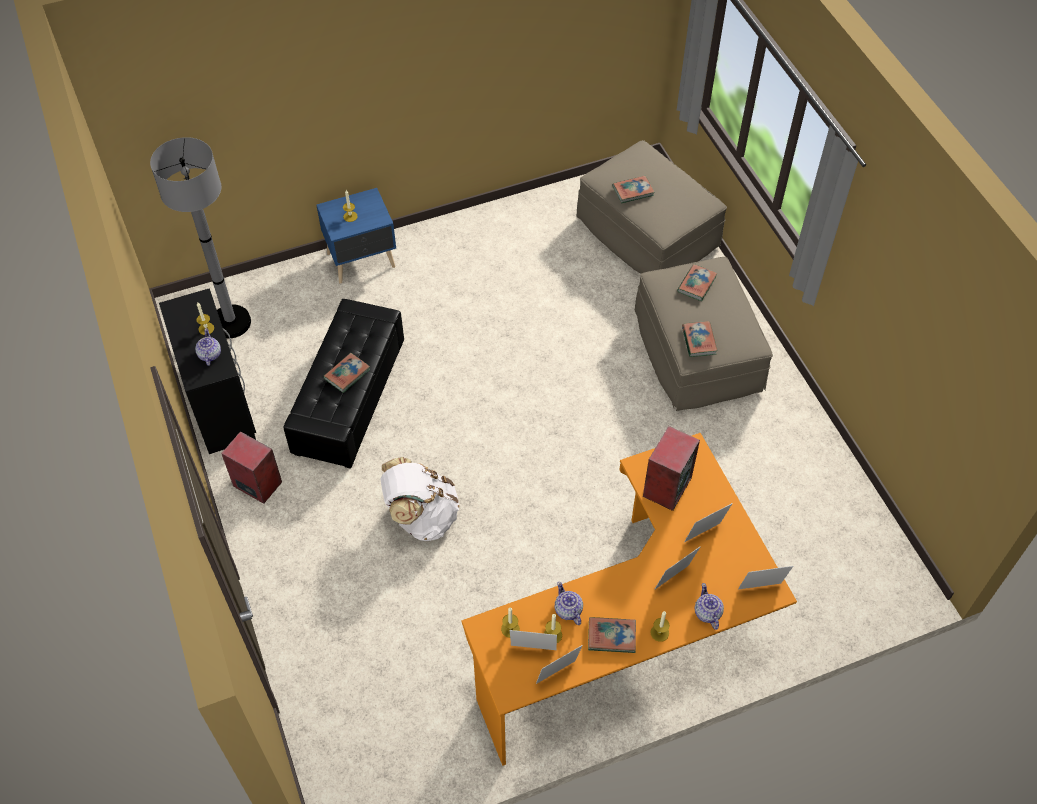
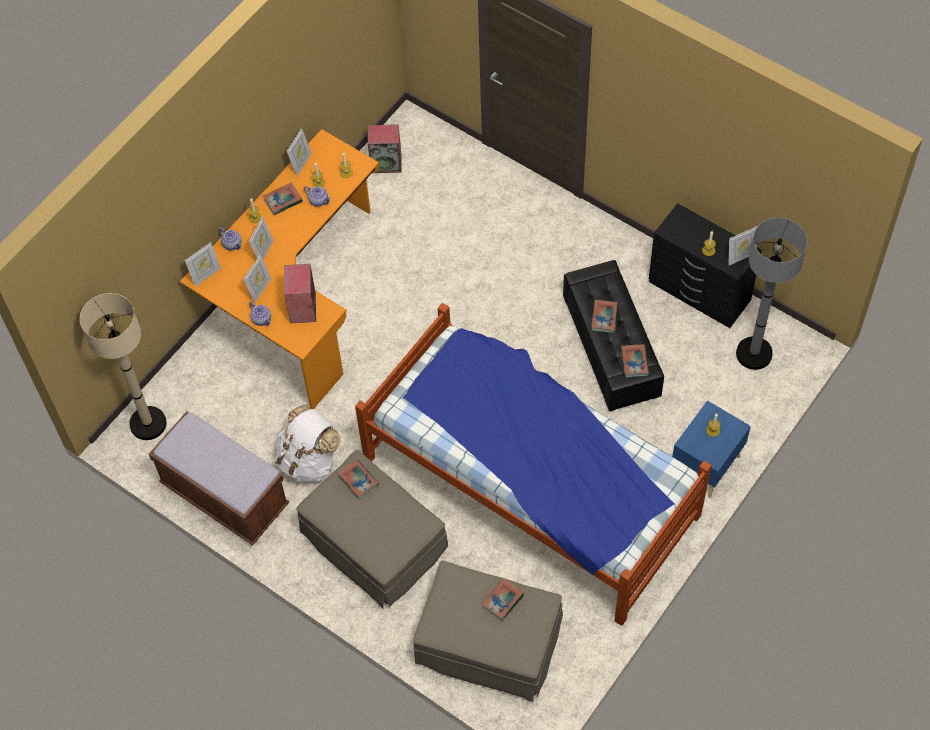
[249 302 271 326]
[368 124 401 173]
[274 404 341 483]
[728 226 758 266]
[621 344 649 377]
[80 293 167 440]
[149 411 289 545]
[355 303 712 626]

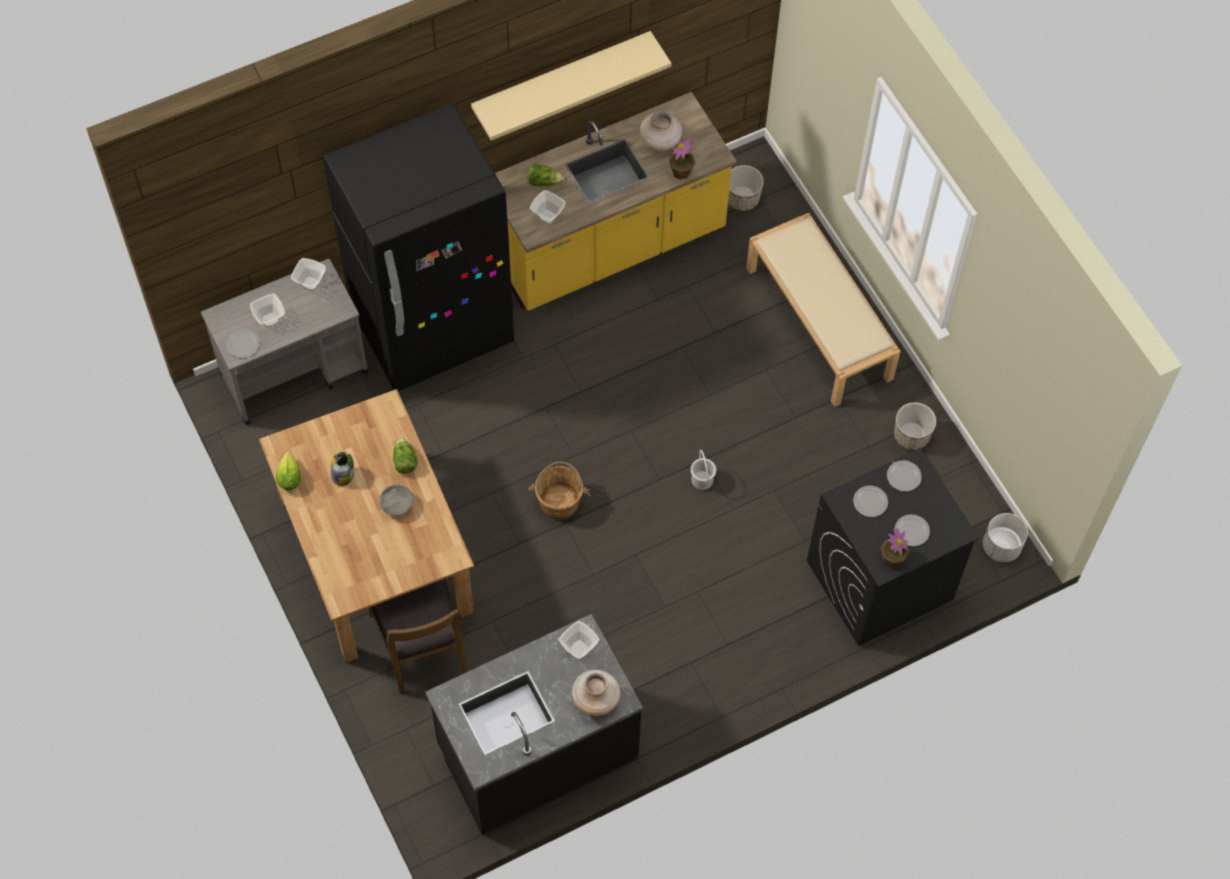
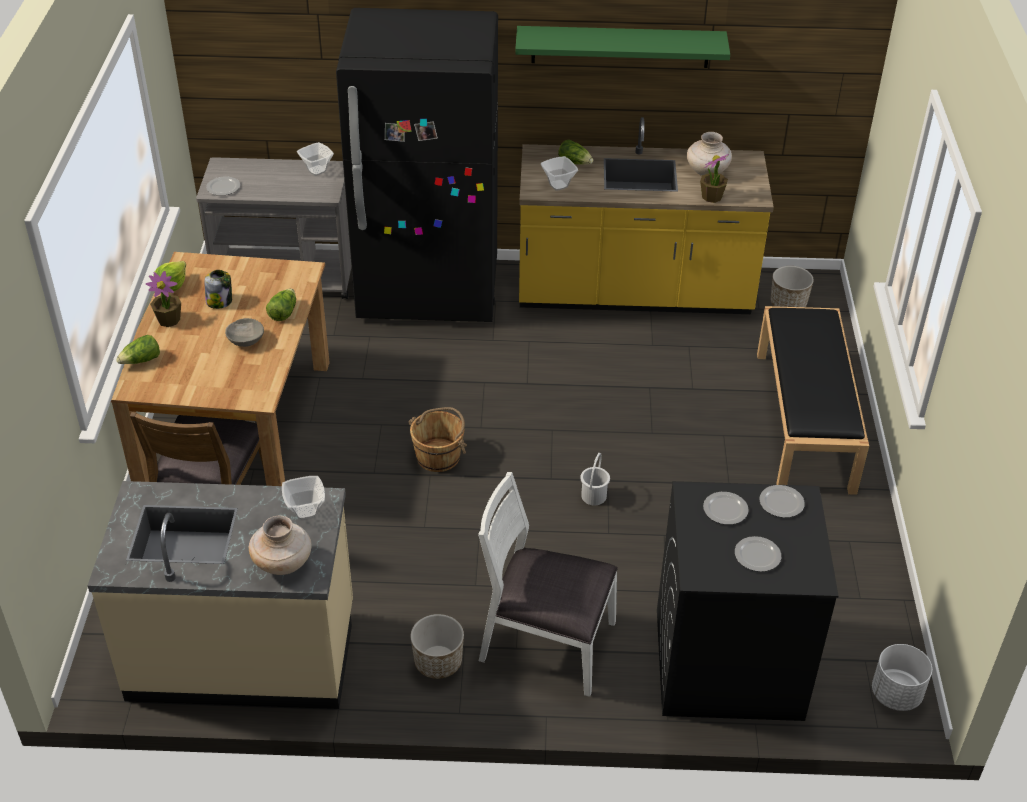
[250 294 285 327] (first image)
[88 481 353 709]
[515 26 730 68]
[757 306 869 495]
[146 271 181 327]
[410 614 464 679]
[116 335 160 364]
[478 472 618 697]

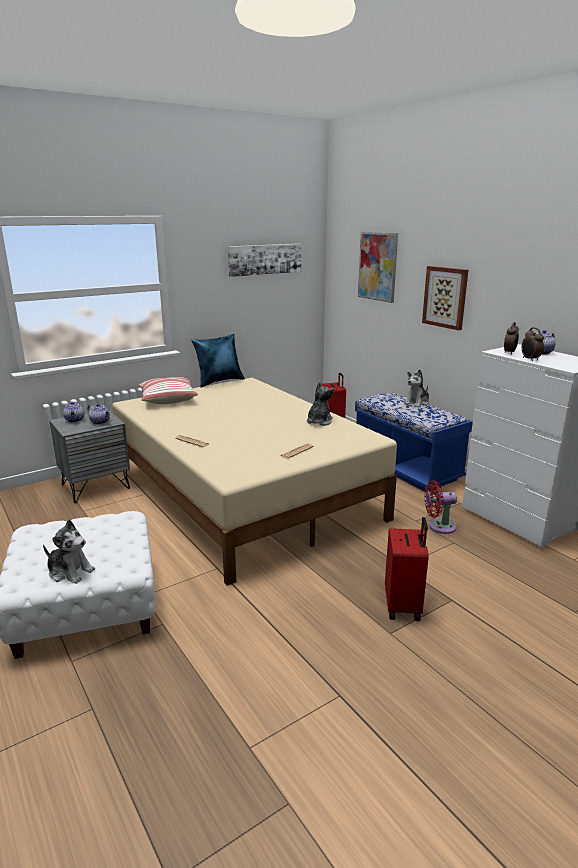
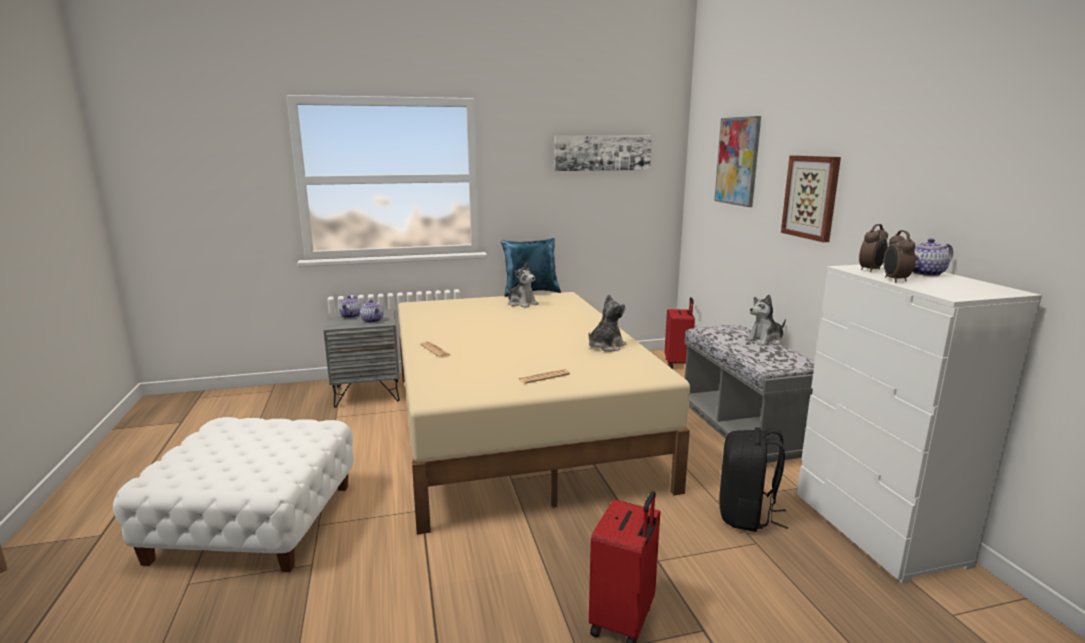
[507 263 539 308]
[138 377 198 404] (first image)
[684 325 815 463]
[719 427 788 532]

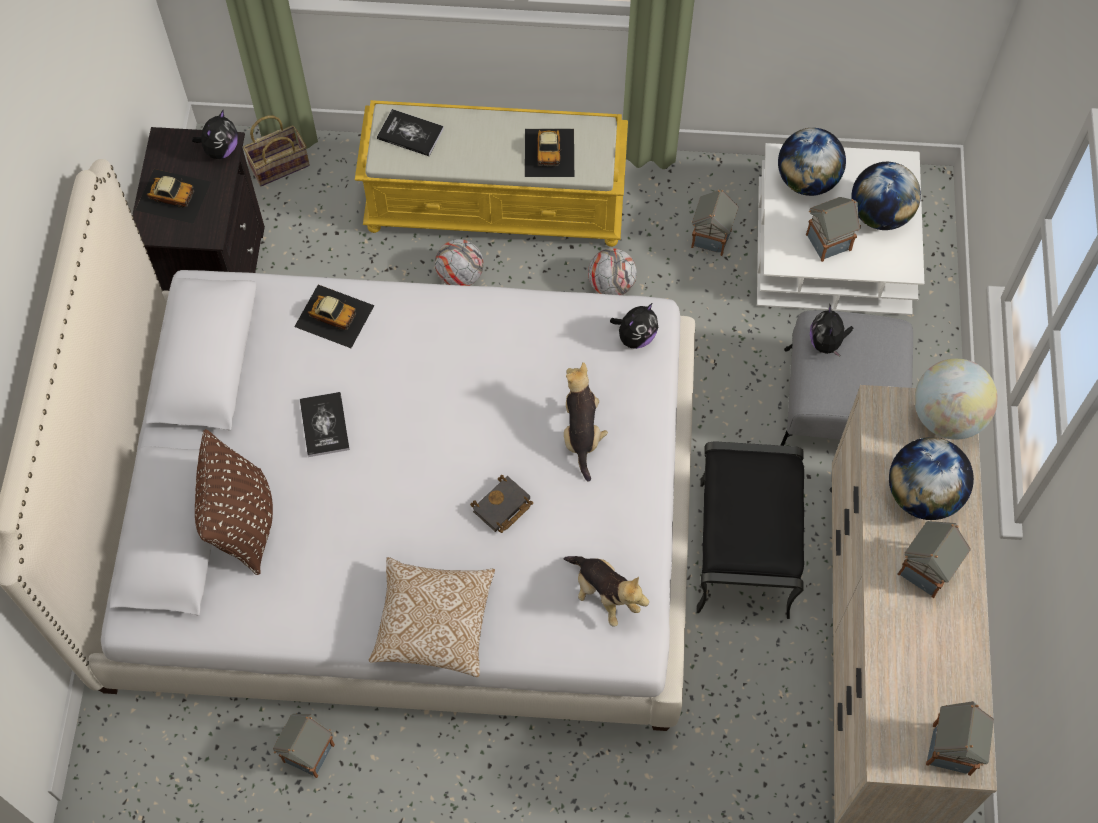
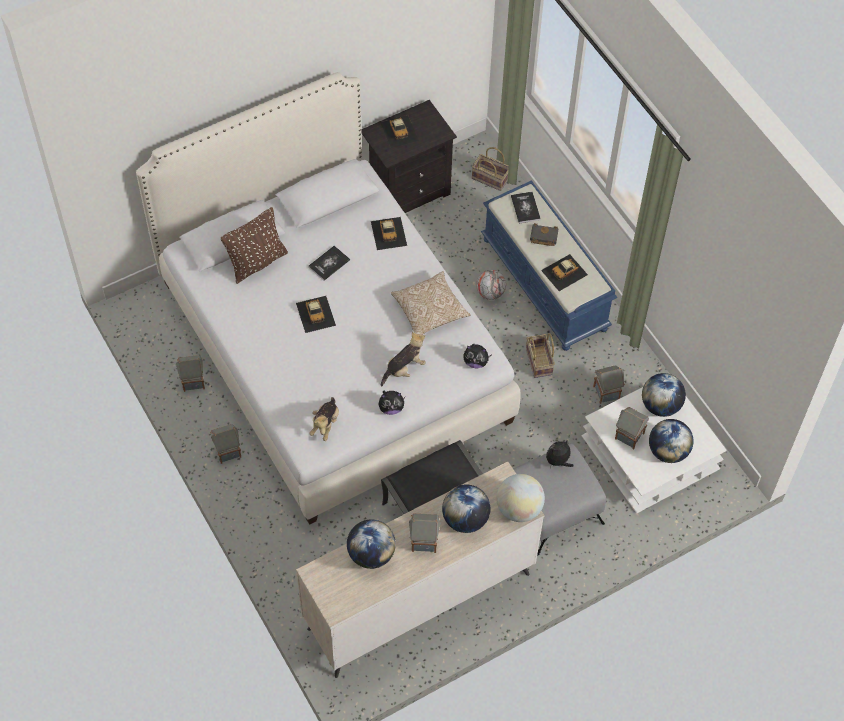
[378 391 405 415]
[481 180 617 351]
[391 271 471 335]
[530 223 559 246]
[526 333 555 378]
[210 424 241 464]
[296 296 336 333]
[347 520 396 569]

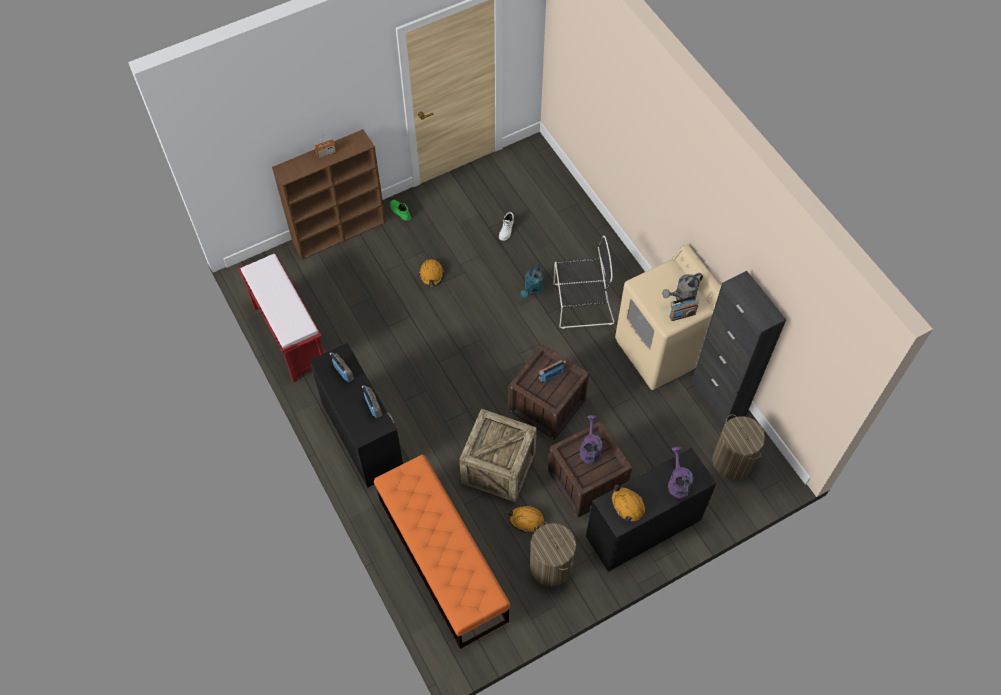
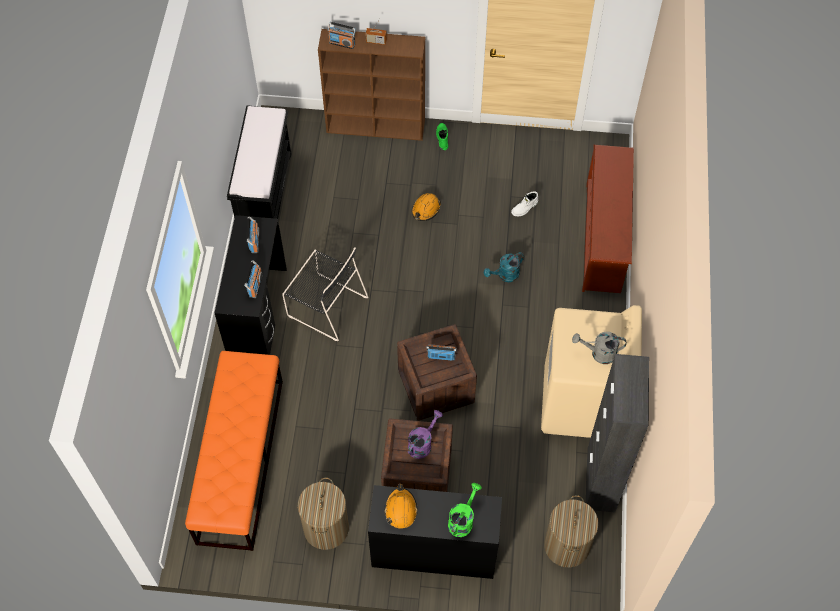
[227 105 291 219]
[459 409 537 503] (first image)
[508 506 544 533] (first image)
[282 247 368 341]
[448 483 482 537]
[328 22 356 49]
[582 145 634 293]

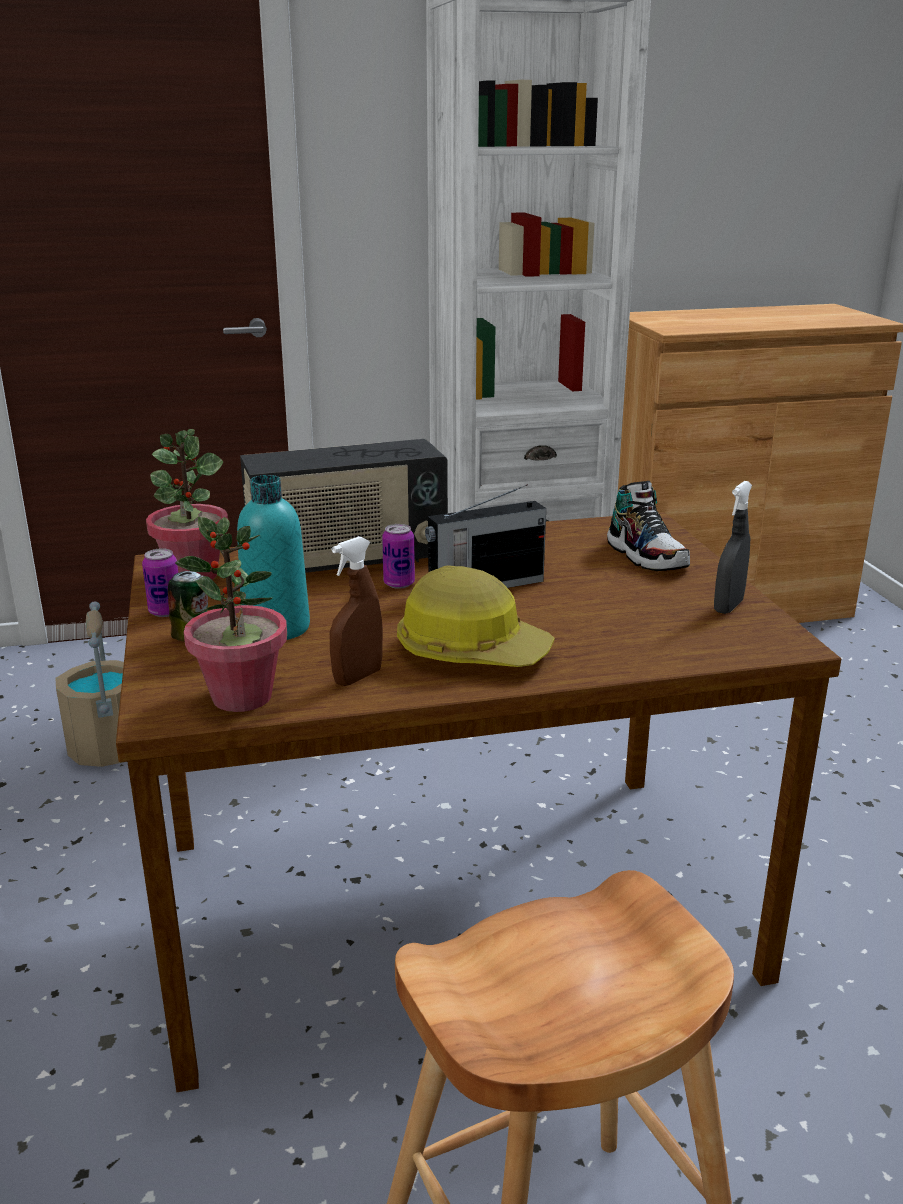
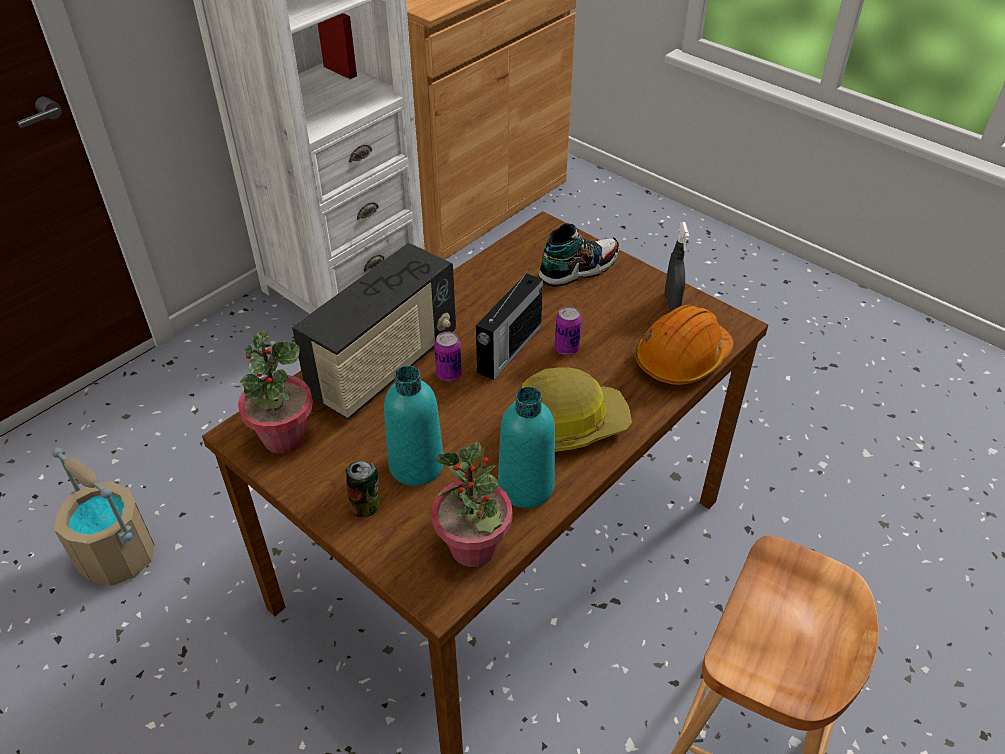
[555 306 582 355]
[498 387 555 508]
[538 223 620 287]
[635 305 733 385]

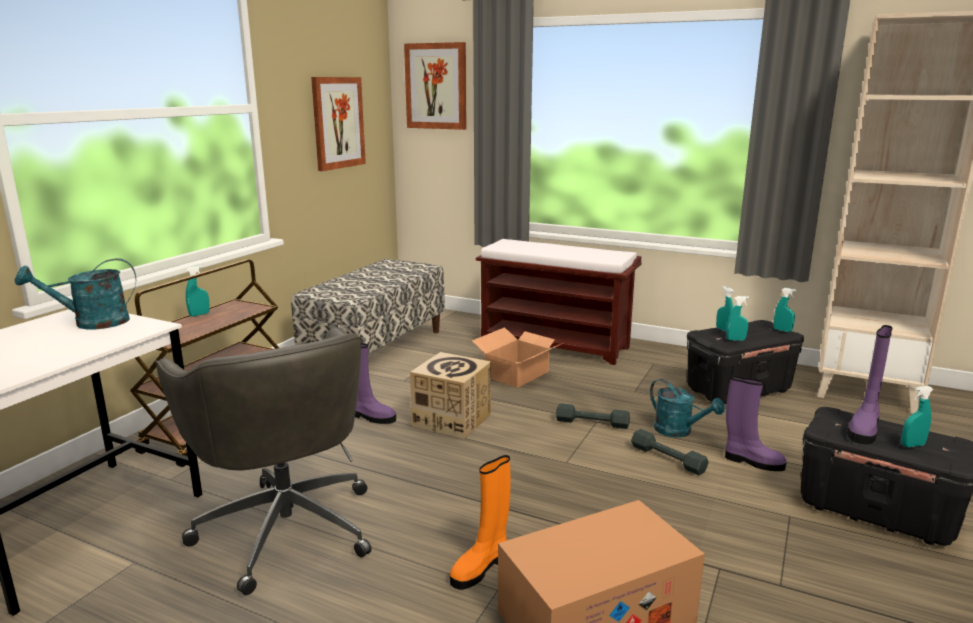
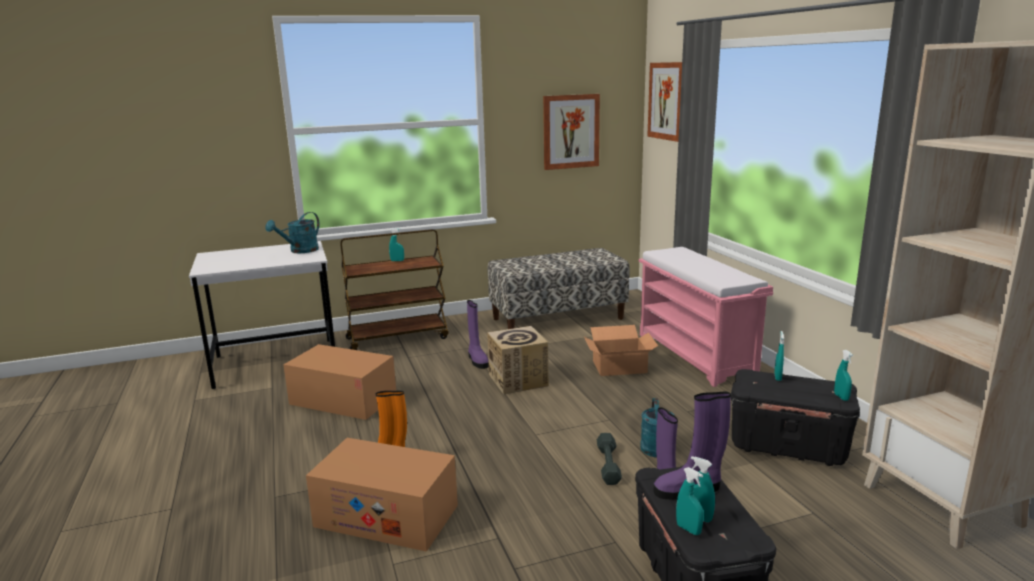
[265 212 320 253]
[283 344 396 420]
[639 247 773 387]
[556 403 630 429] (first image)
[676 467 704 535]

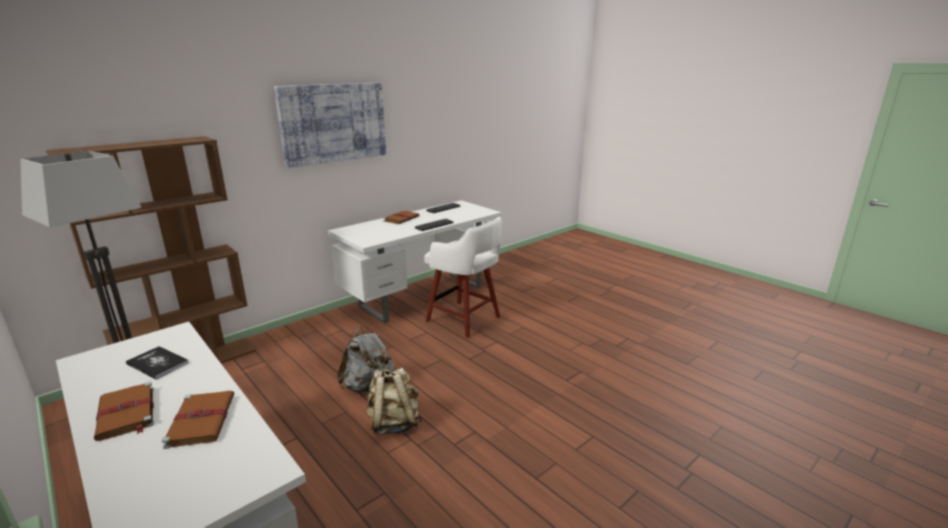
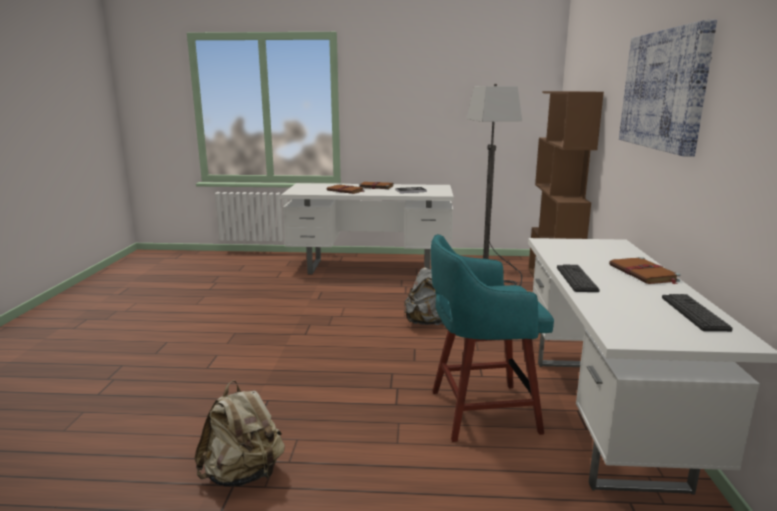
[195 381 285 487]
[431 234 554 442]

